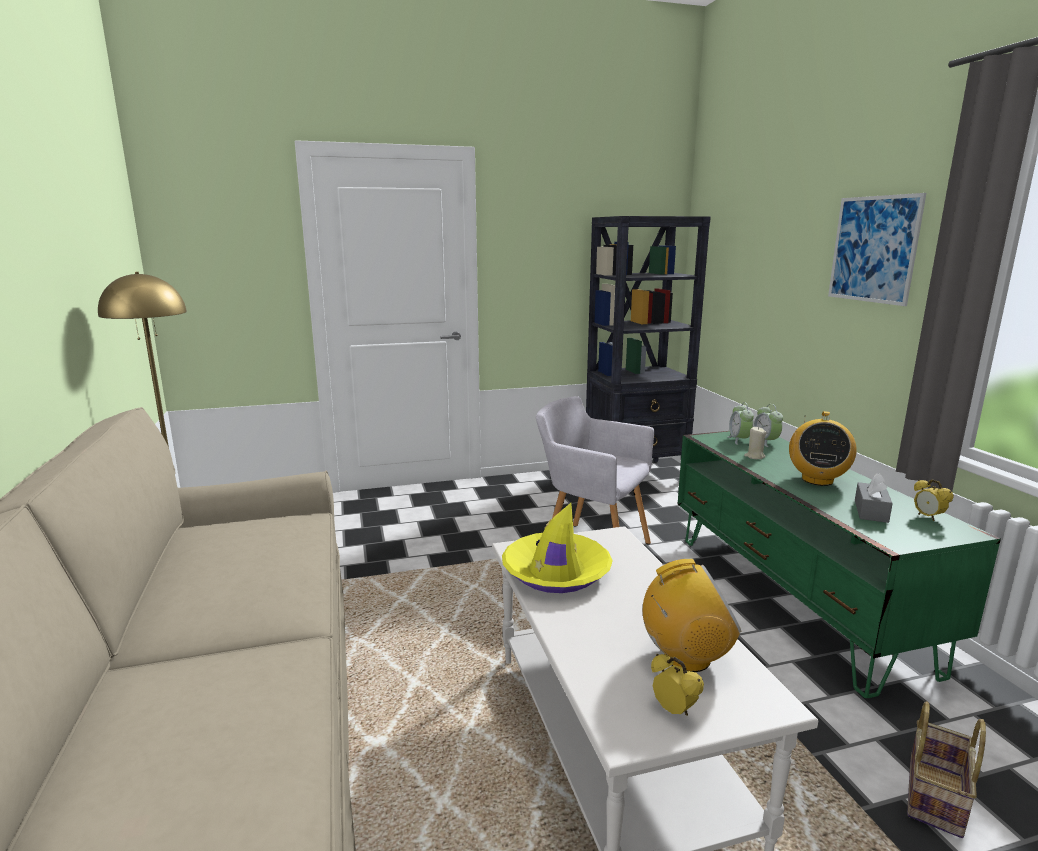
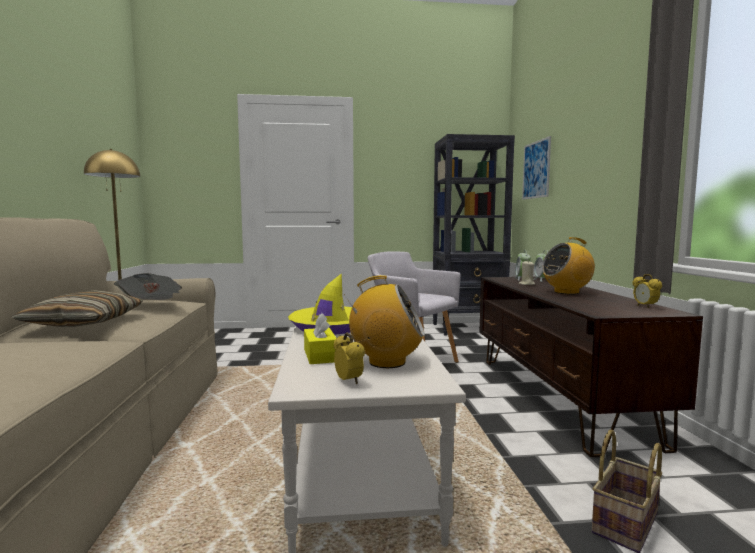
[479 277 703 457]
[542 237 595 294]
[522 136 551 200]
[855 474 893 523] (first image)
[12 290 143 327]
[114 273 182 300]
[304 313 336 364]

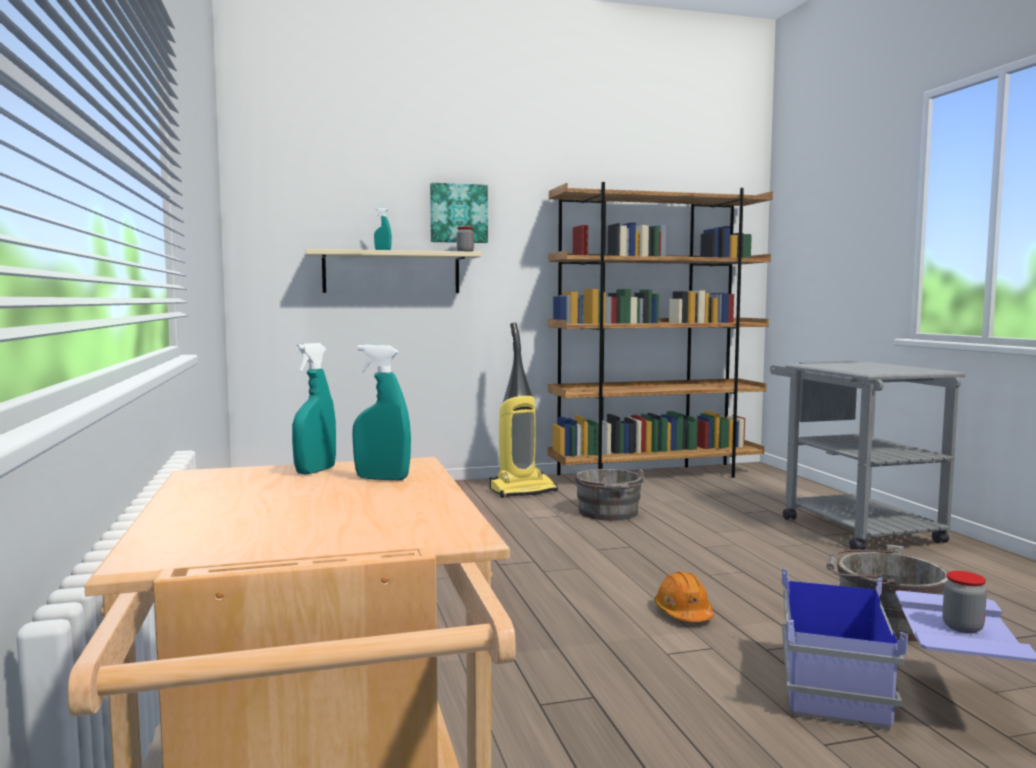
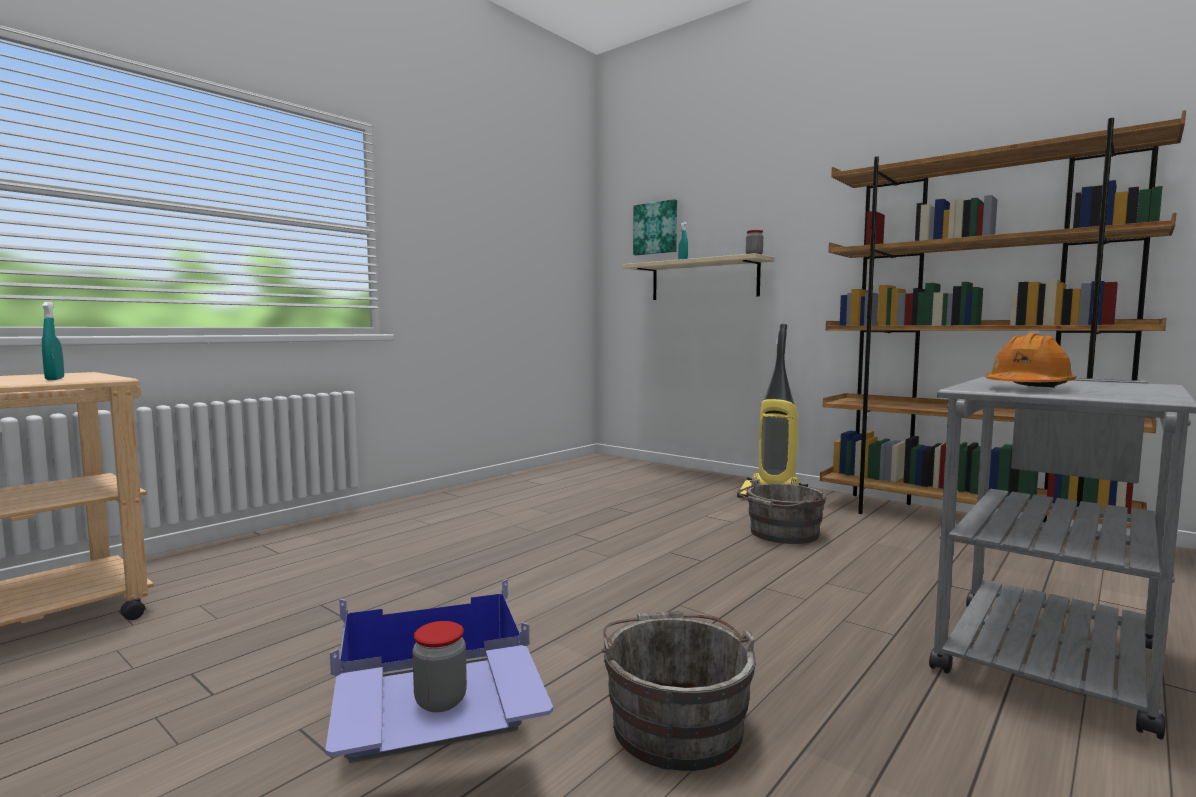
[292 343 336 475] (first image)
[633 199 677 255]
[986 333 1077 388]

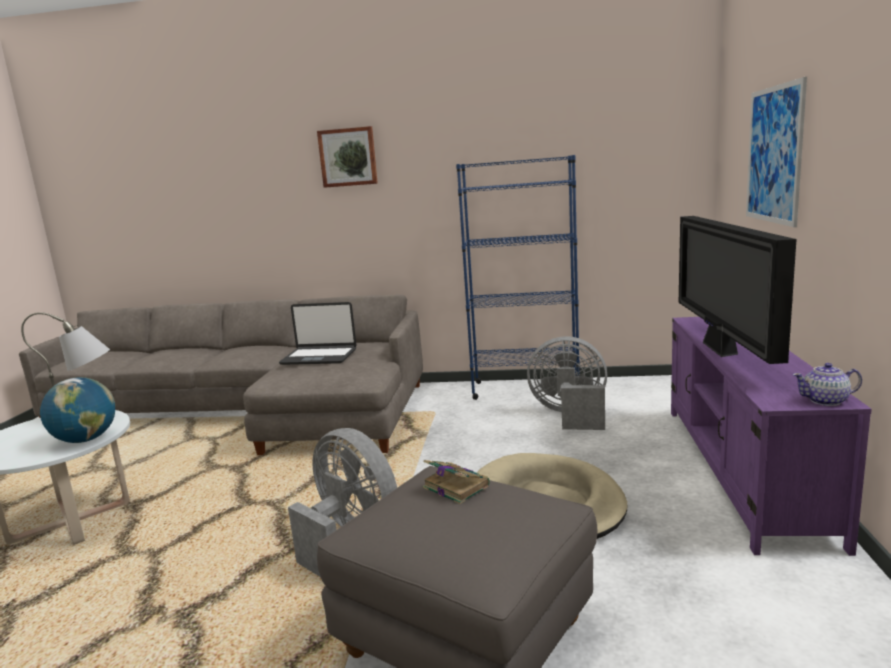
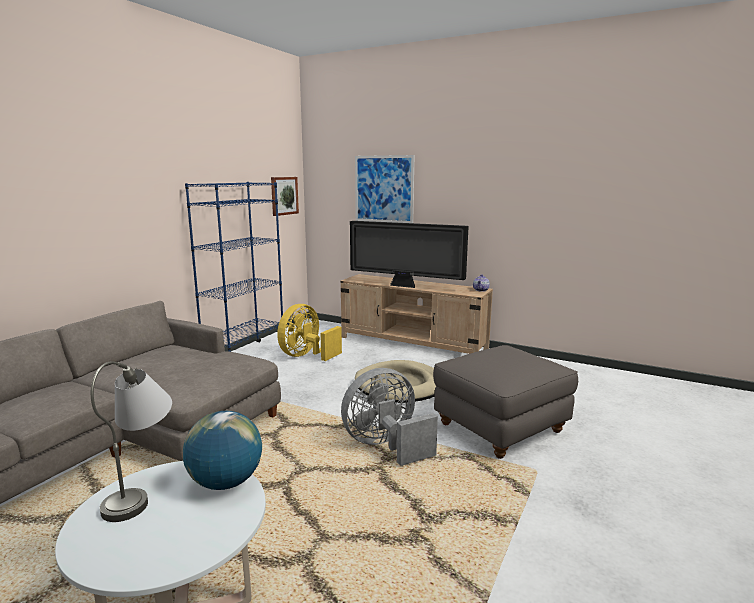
[279 302 357 365] (first image)
[271 177 299 216]
[423 460 490 504] (first image)
[277 304 342 361]
[340 274 493 354]

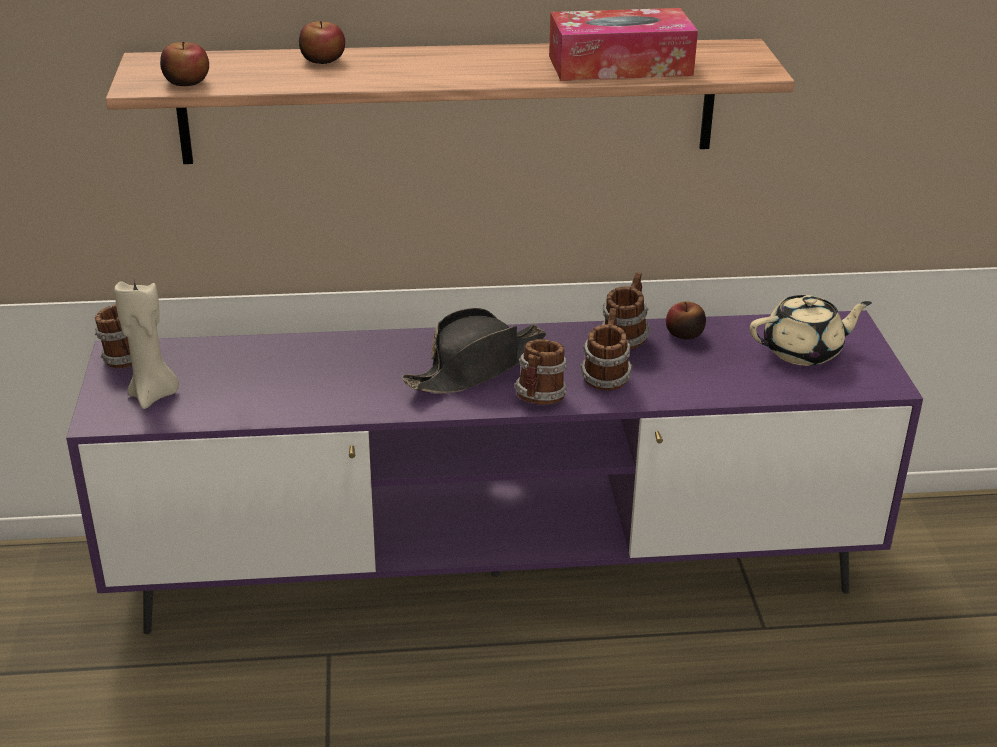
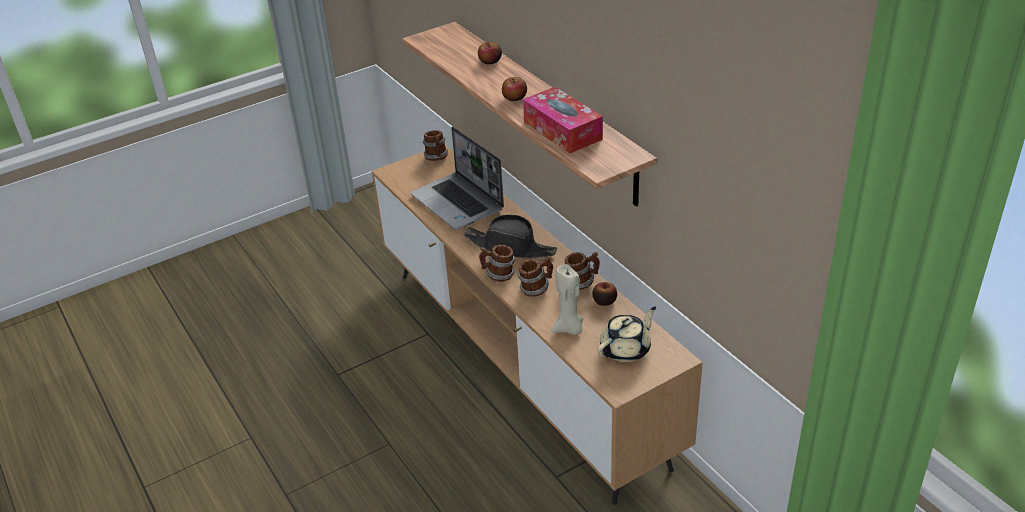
[372 145 703 505]
[552 264 584 335]
[502 77 527 101]
[597 307 656 362]
[410 127 504 230]

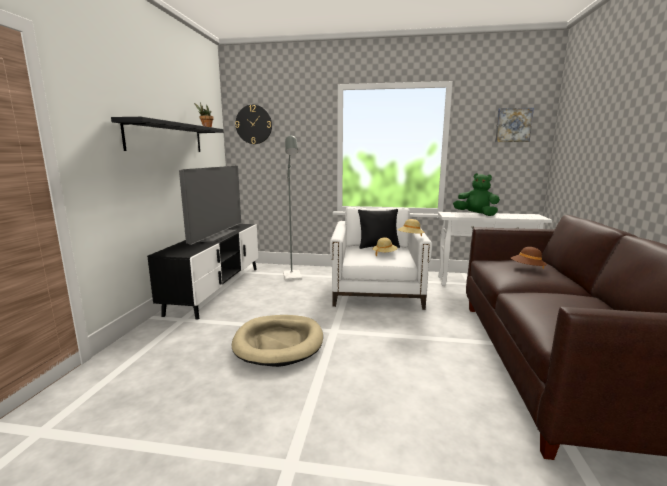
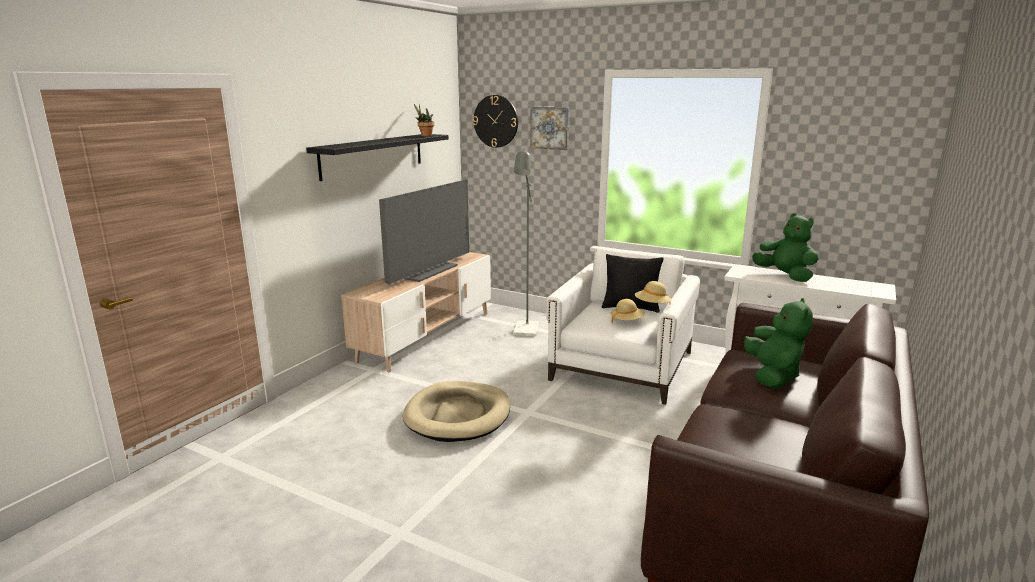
[341 252 491 372]
[530 106 570 150]
[744 298 813 389]

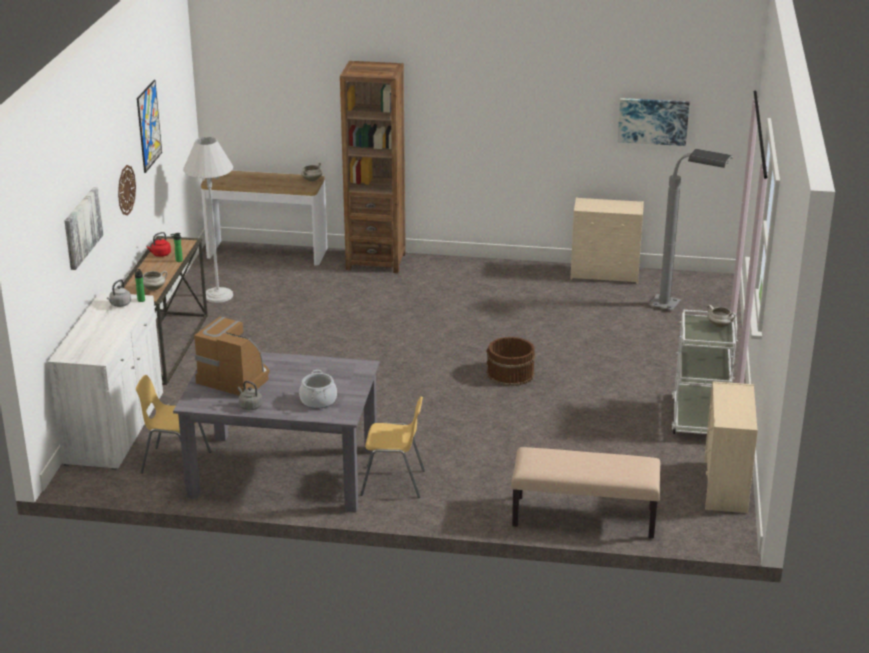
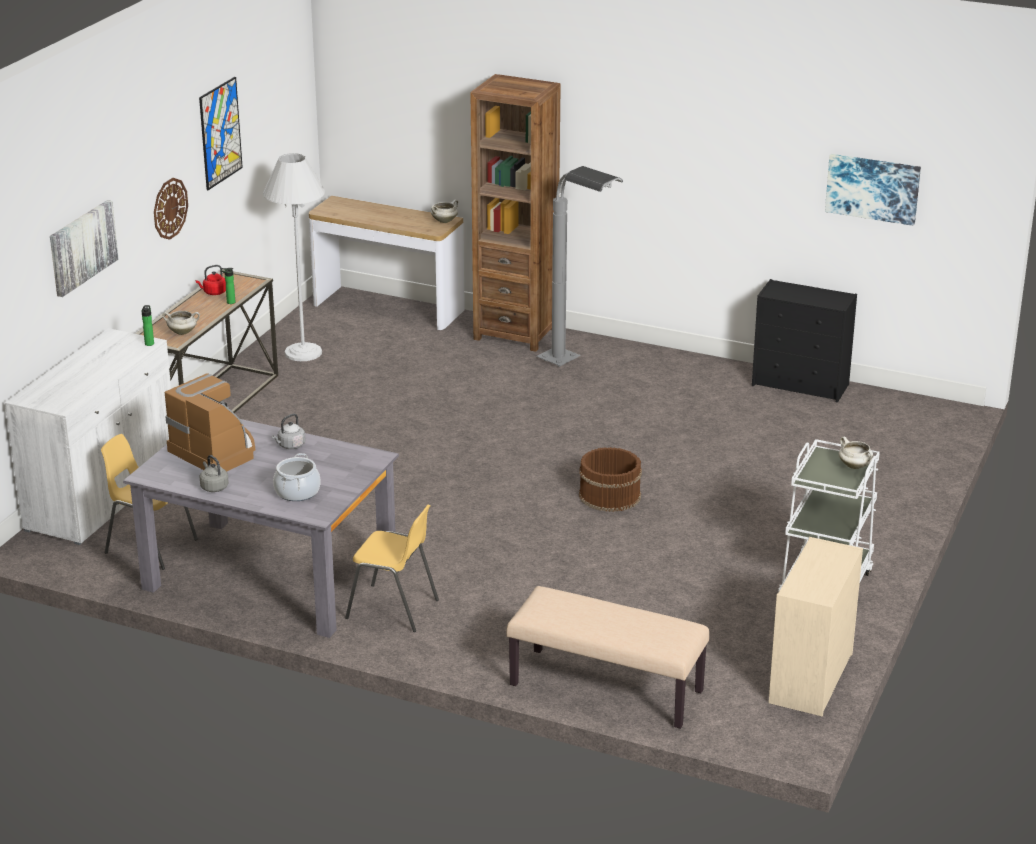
[272 414 305 449]
[752 279 857 402]
[536 166 623 367]

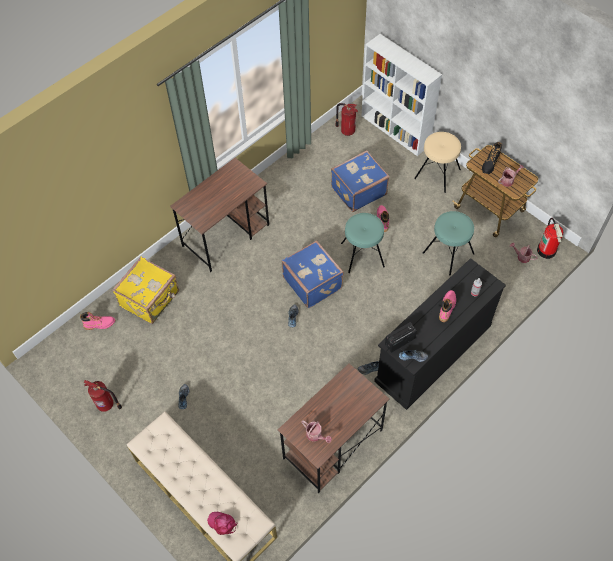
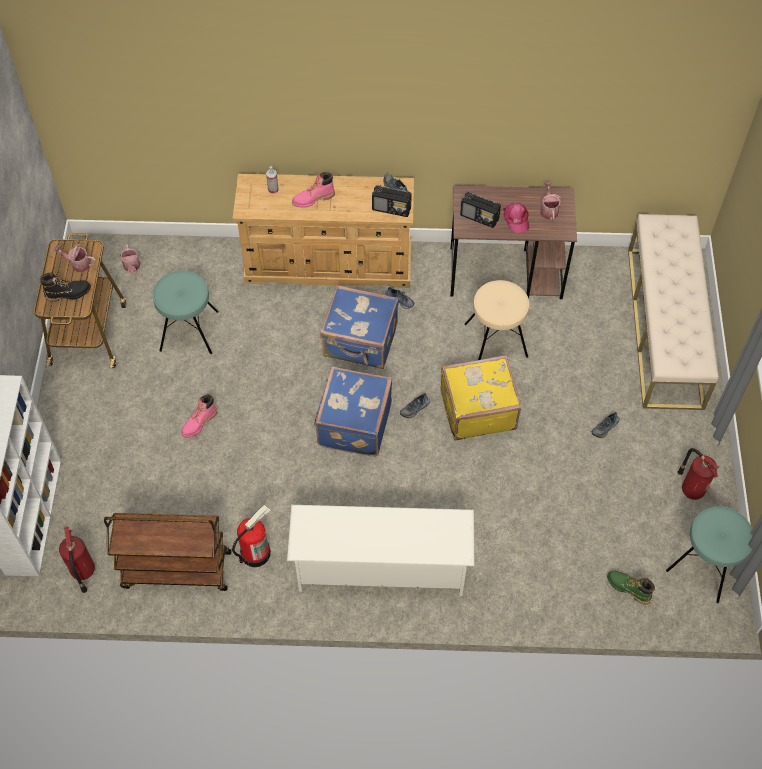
[607 571 655 605]
[441 355 522 440]
[287 505 474 596]
[503 203 529 233]
[320 285 399 369]
[666 506 753 603]
[233 174 414 288]
[465 280 529 360]
[232 505 271 567]
[104 513 231 591]
[460 192 501 228]

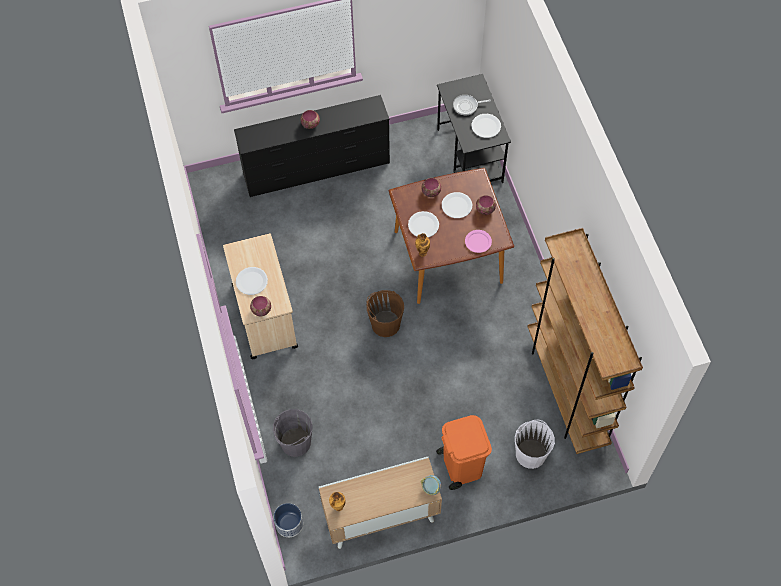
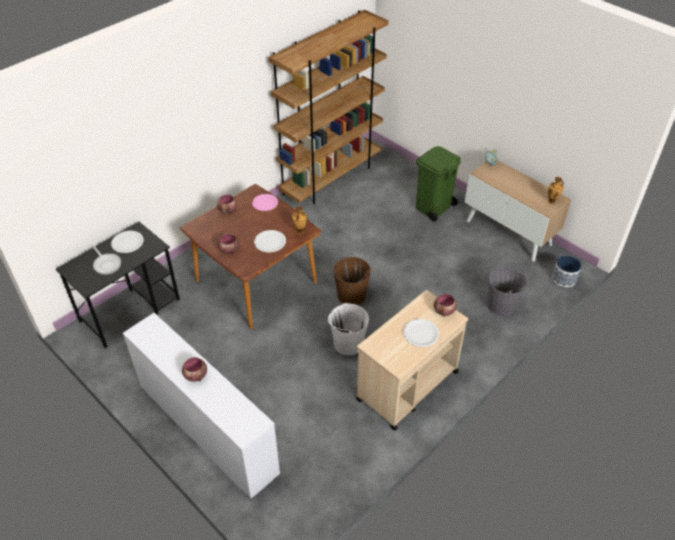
[123 313 280 499]
[416 146 461 222]
[442 192 472 218] (first image)
[328 303 369 356]

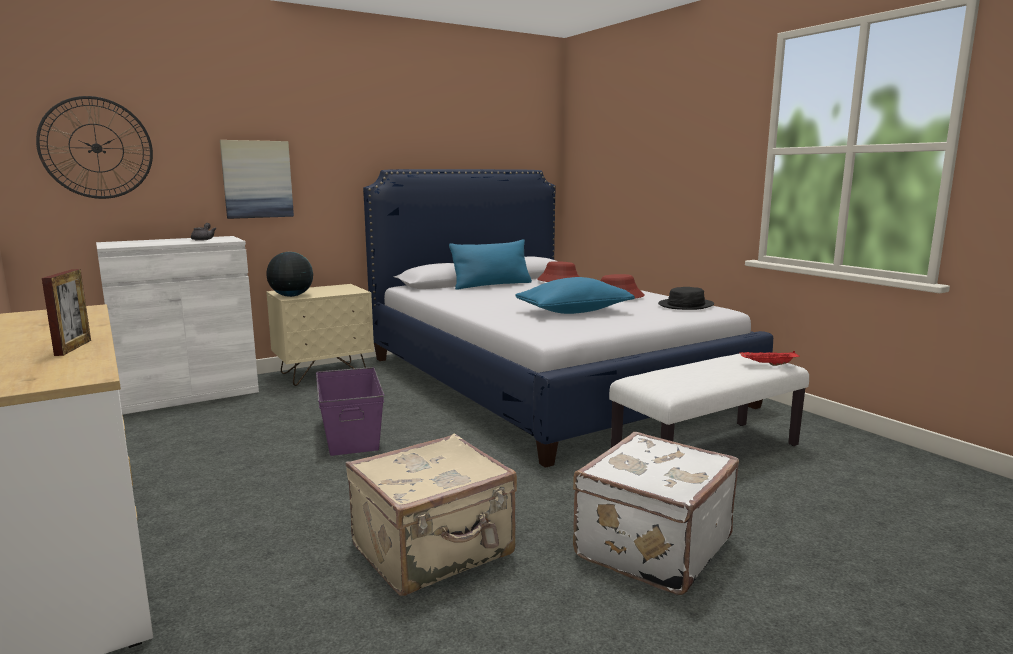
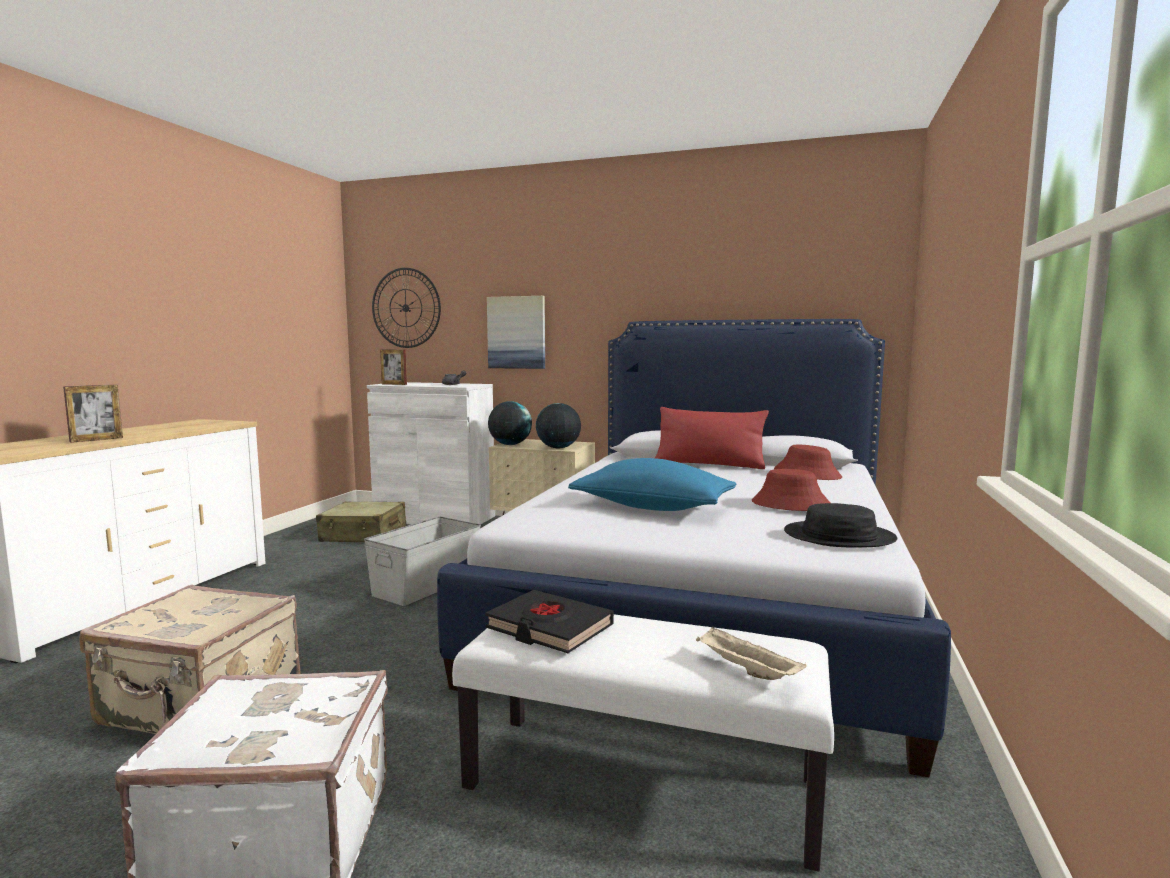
[364 516 481 606]
[655 407 769 469]
[696 627 807 680]
[316 501 406 542]
[380 350 407 385]
[485 590 614 653]
[536 403 581 448]

